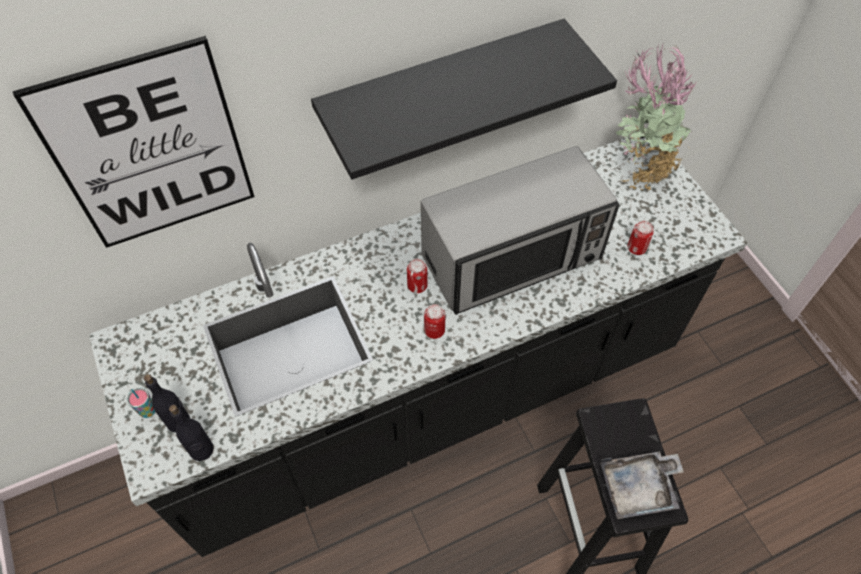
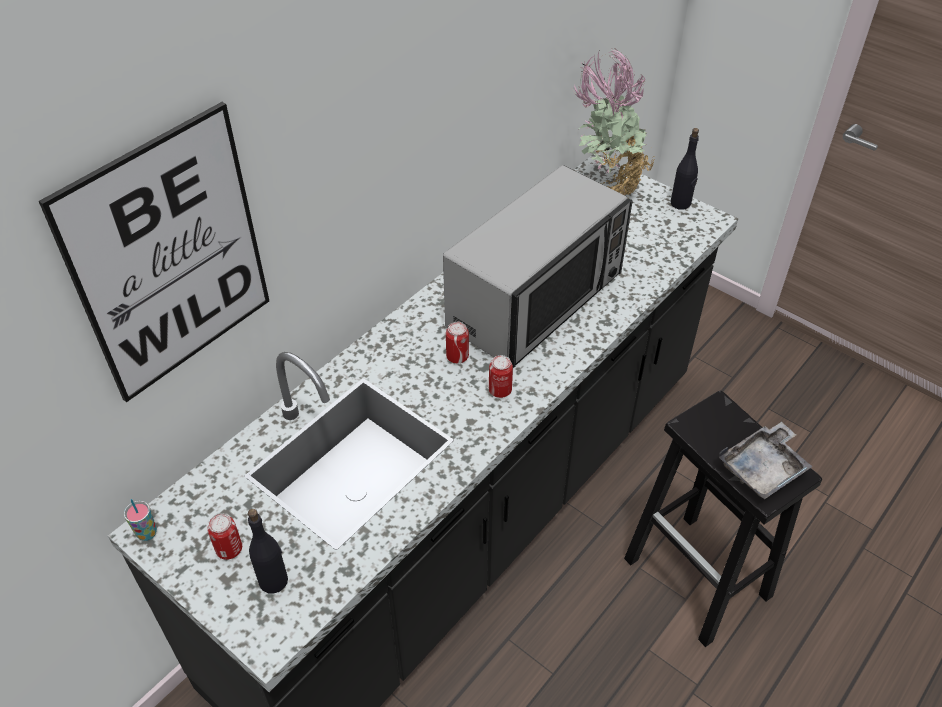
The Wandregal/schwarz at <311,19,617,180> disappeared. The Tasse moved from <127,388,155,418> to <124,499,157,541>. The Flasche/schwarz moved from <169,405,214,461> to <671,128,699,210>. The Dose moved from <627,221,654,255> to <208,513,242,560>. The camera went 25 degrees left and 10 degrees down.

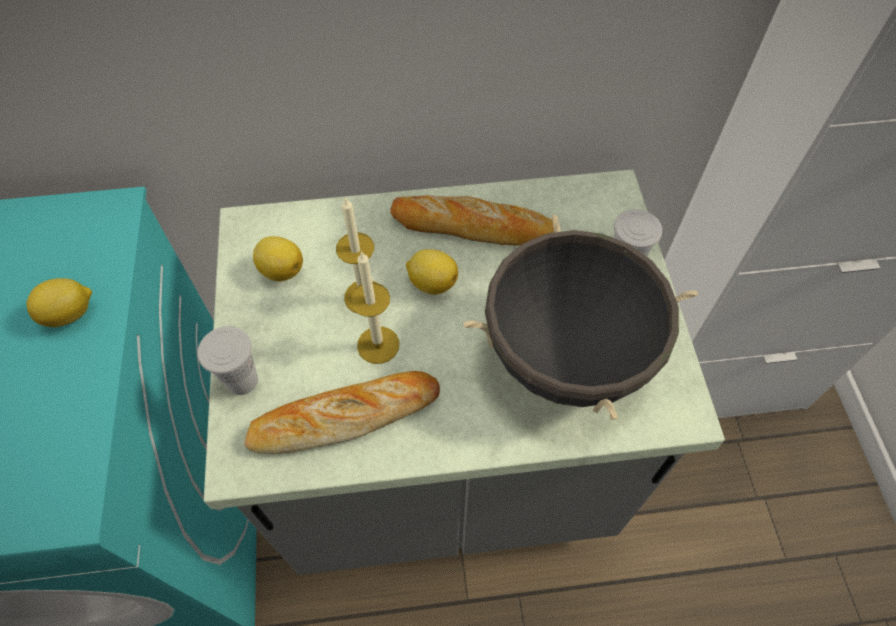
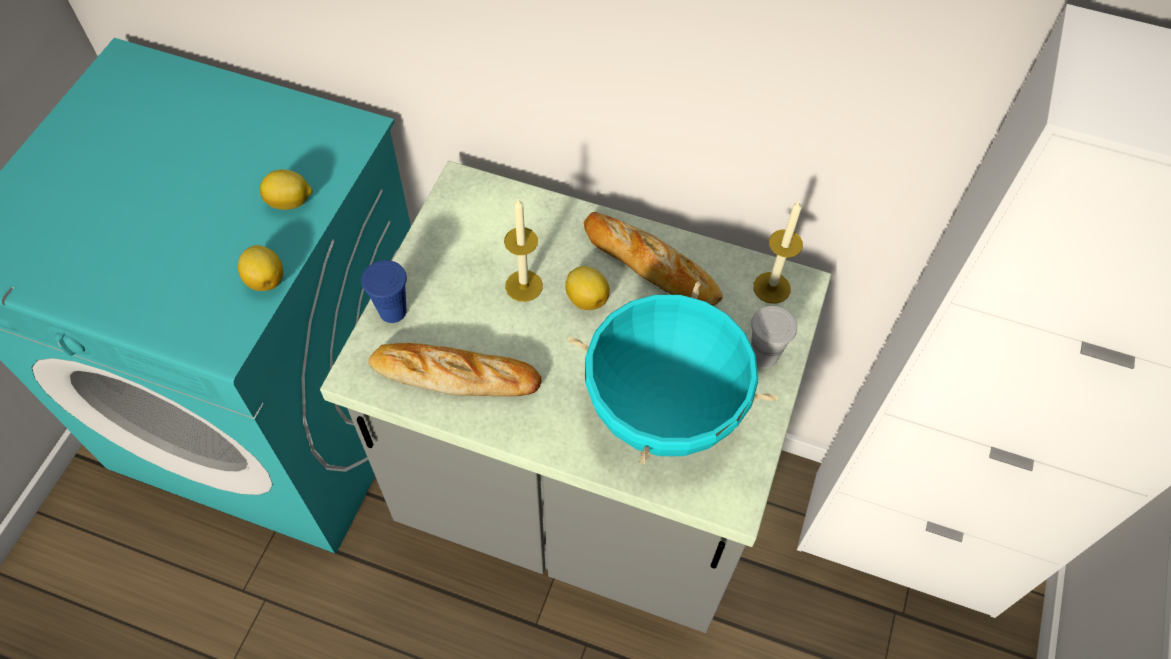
The Zitrone moved from <253,236,303,282> to <238,245,283,291>. The Kerze moved from <350,251,399,364> to <753,200,803,304>. The Tasse/weiß at <197,326,258,395> became the Tasse/blau at <361,260,407,323>. The Kochtopf/schwarz at <463,215,698,420> became the Kochtopf/türkis at <568,282,778,464>. The camera went 25 degrees right and 0 degrees up.

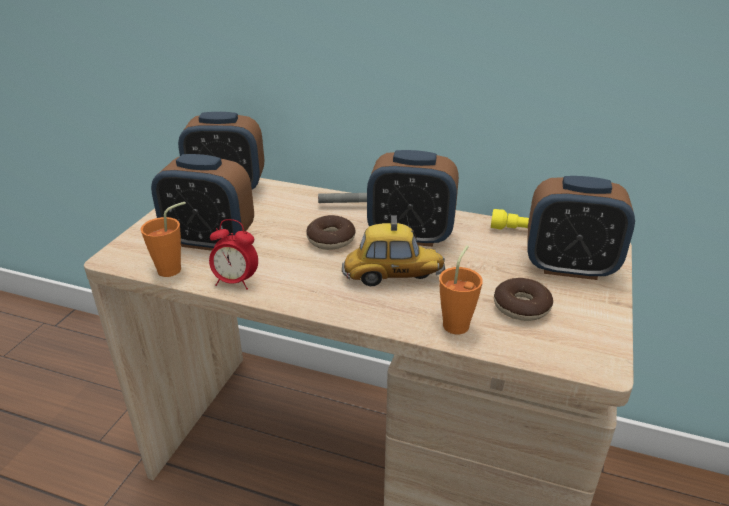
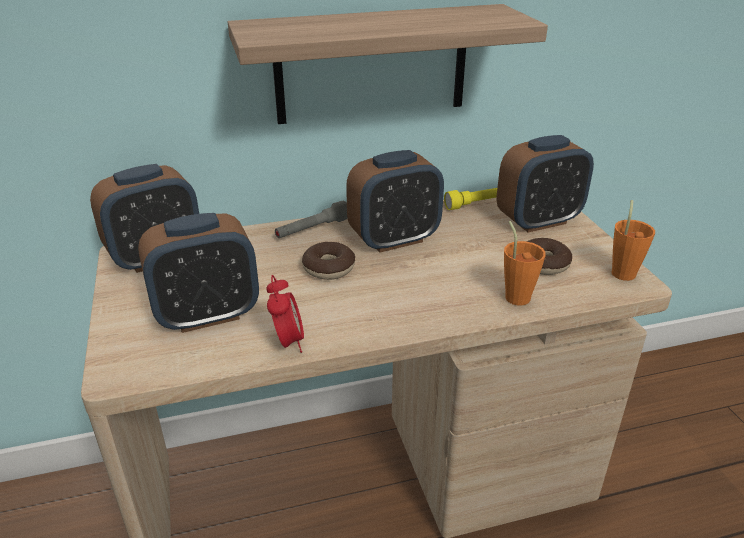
The Spielzeugauto at <342,214,445,286> disappeared. The Wandregal at <228,4,548,124> appeared. The Tasse/orange moved from <140,202,186,277> to <611,200,655,281>. The Wecker at <209,219,258,290> turned 75 degrees counterclockwise. The camera went 35 degrees left and 0 degrees up.

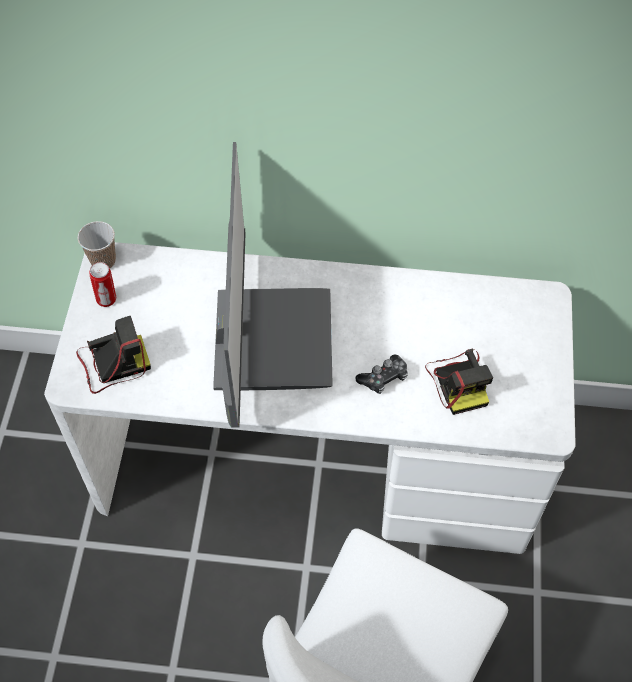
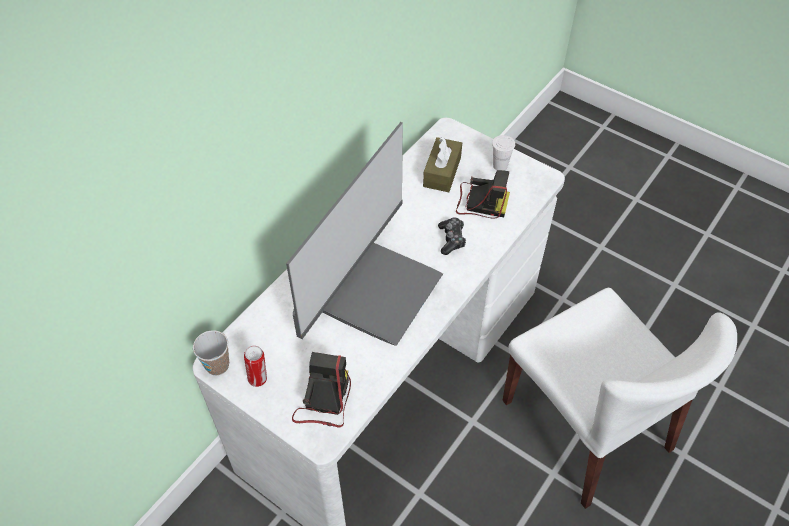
The Taschentuchbox/braun at <423,137,462,192> appeared. The Tasse/weiß at <492,135,515,171> appeared. The Monitor at <213,142,333,428> turned 90 degrees clockwise. The camera went 60 degrees left and 5 degrees down.

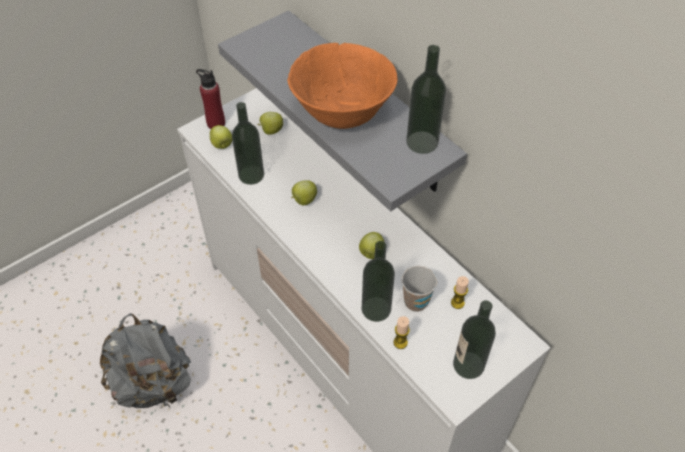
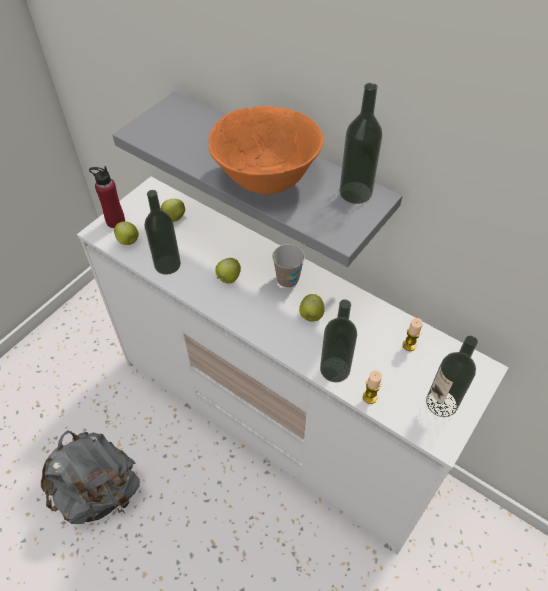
The Tasse moved from <402,266,437,312> to <272,244,305,288>. The camera went 15 degrees left and 0 degrees up.

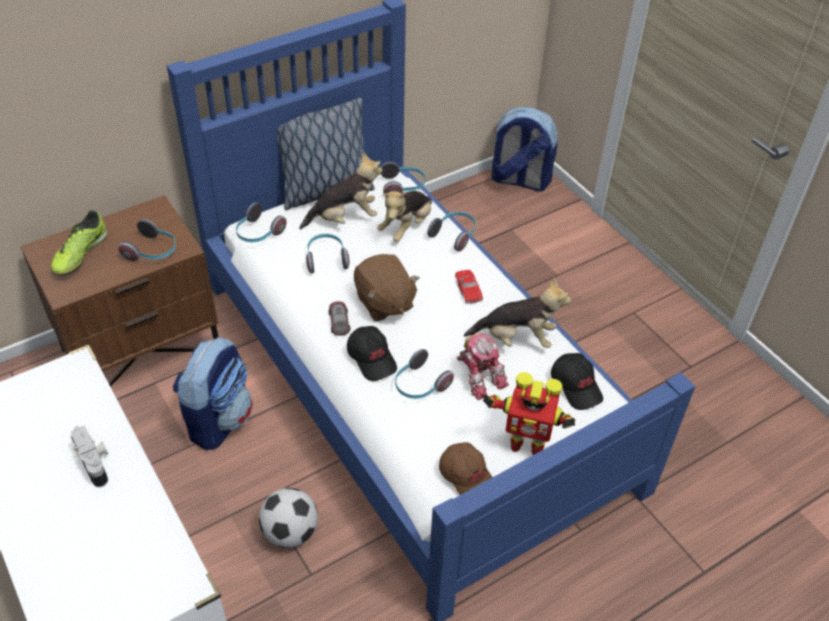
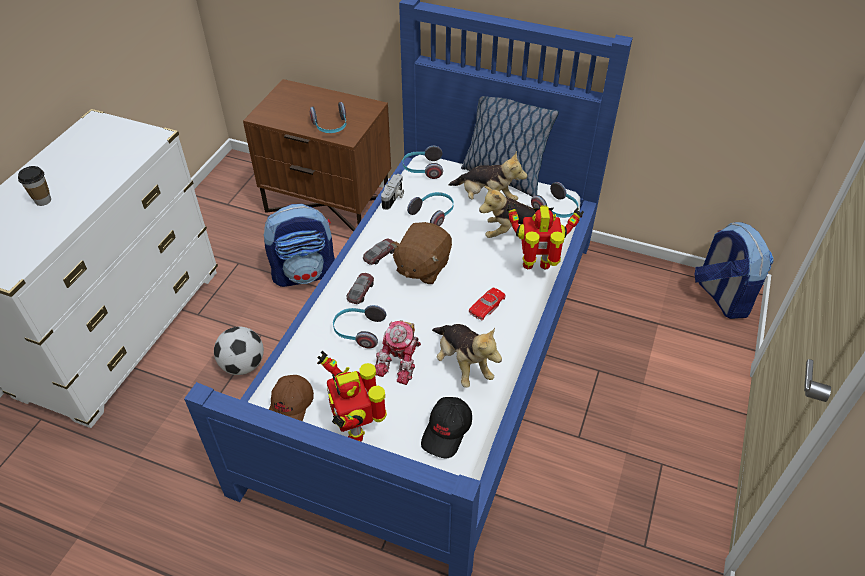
The Schuh at <51,210,108,276> disappeared. The Tasse at <18,166,51,206> appeared. The Kamera moved from <71,425,108,487> to <381,174,404,210>. The Kappe/schwarz at <347,326,397,381> was replaced by the Spielzeugauto at <347,273,374,304>. The Kopfhörer at <427,212,476,252> was replaced by the Spielzeugroboter at <507,203,584,269>. The camera went 55 degrees right and 0 degrees up.

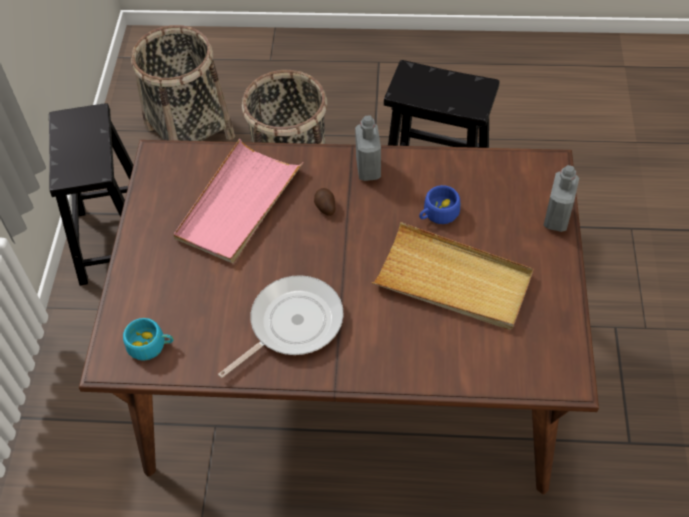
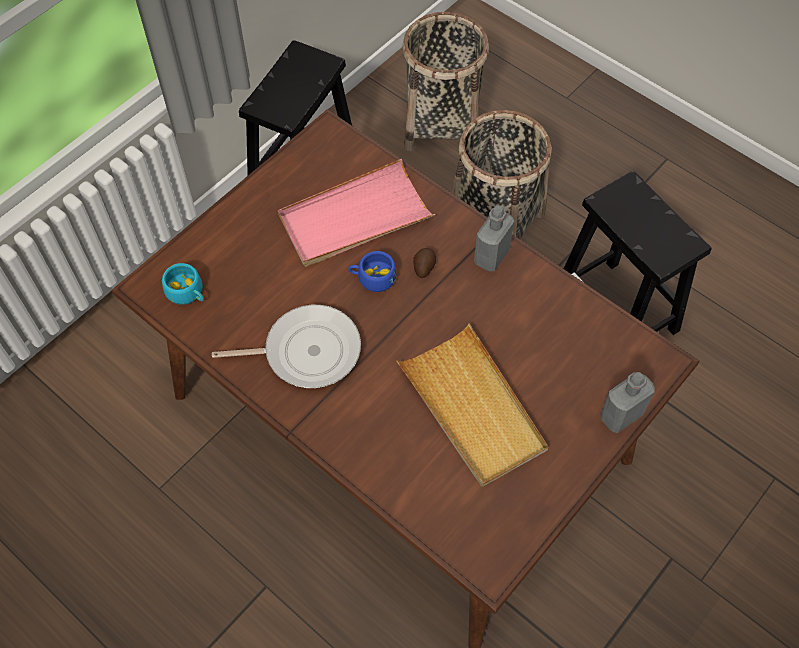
The Tasse/blau moved from <419,185,460,224> to <348,251,397,292>. The camera went 35 degrees right and 5 degrees up.

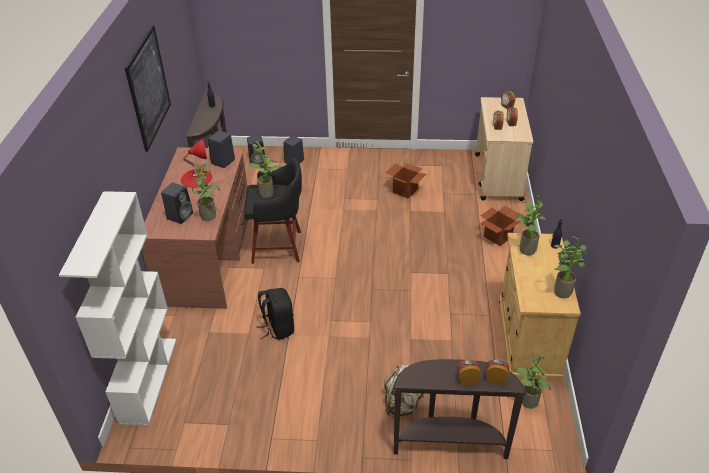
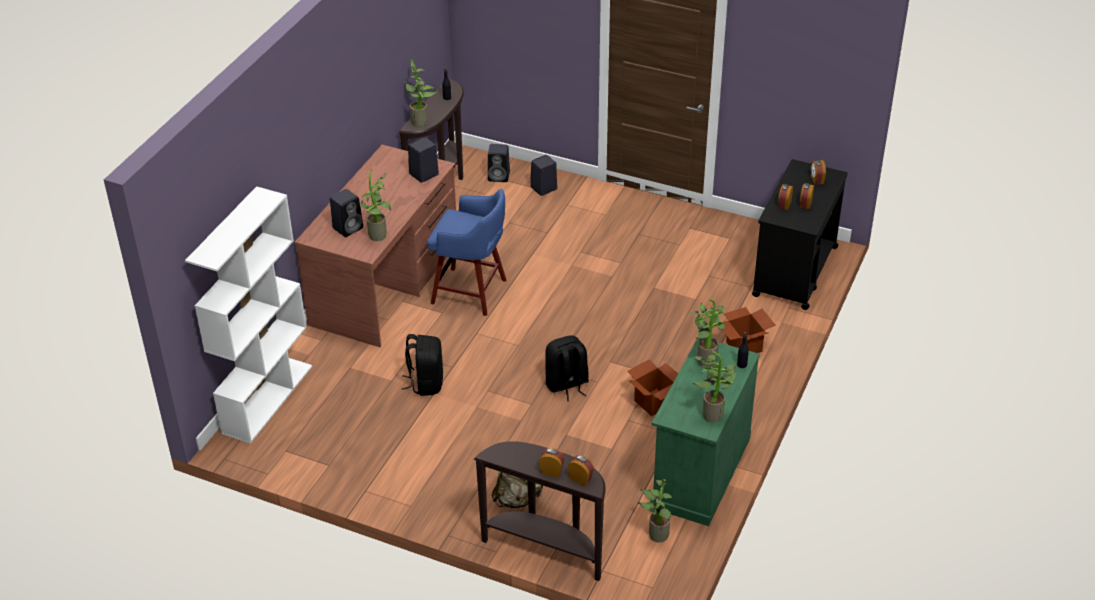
The Bild at <125,25,171,152> disappeared. The Tischlampe/rot at <181,139,212,188> disappeared. The Rucksack/schwarz at <545,336,589,402> appeared. The Topfpflanze moved from <249,140,282,198> to <405,60,438,127>. The Karton moved from <386,163,426,199> to <627,359,678,416>. The Hocker/schwarz at <244,158,302,264> became the Hocker/blau at <427,189,506,316>. The Rollwagen/beige at <475,97,533,201> became the Rollwagen/schwarz at <752,159,848,310>. The Schrank/beige at <499,233,581,382> became the Schrank/grün at <650,338,760,526>. The camera went 20 degrees right and 0 degrees up.

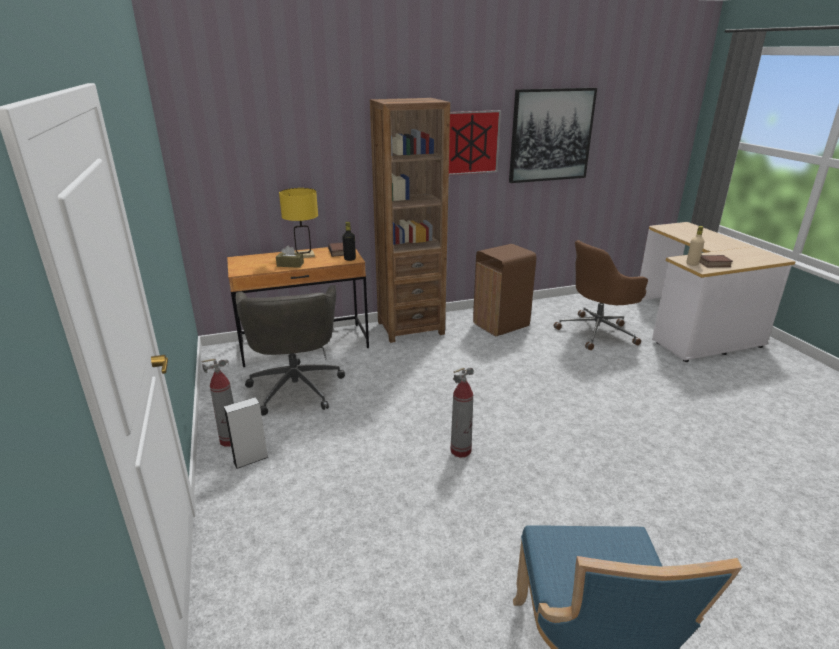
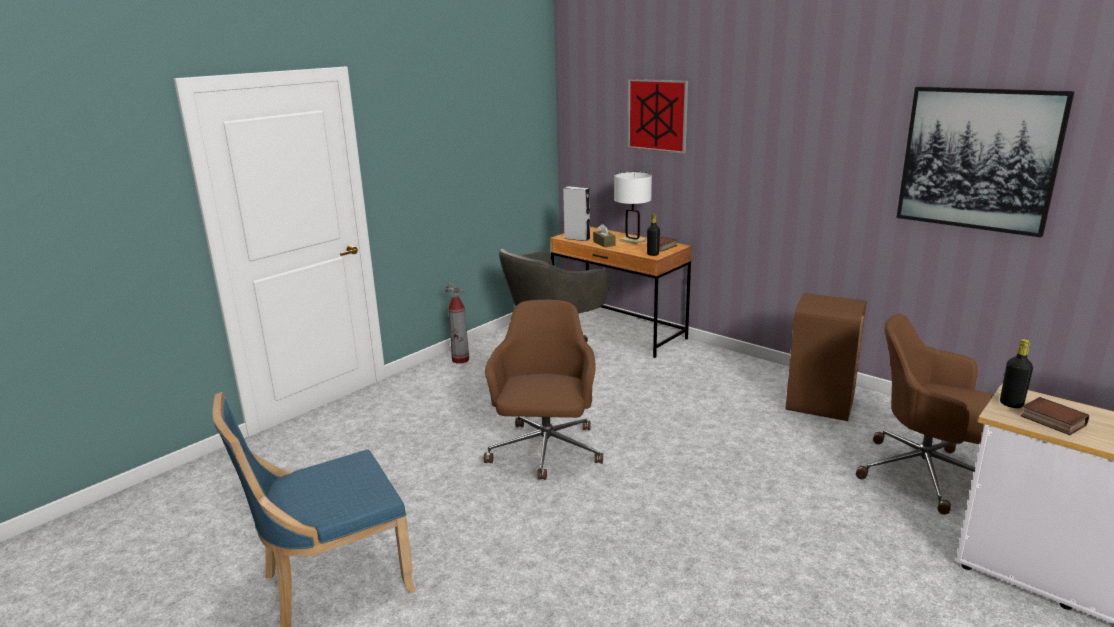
The Bücherregal/braun at <370,98,450,343> disappeared. The Lautsprecher/grau moved from <224,397,269,469> to <563,186,590,241>. The Bild moved from <449,110,501,175> to <628,79,688,153>. The Feuerlöscher at <450,368,474,458> was replaced by the Bürostuhl/braun at <484,300,603,480>. The Tischlampe/gelb at <279,188,318,258> became the Tischlampe/weiß at <614,172,652,244>. The Flasche/beige at <686,226,704,266> became the Flasche/schwarz at <1000,339,1033,408>. The camera went 60 degrees right and 5 degrees down.

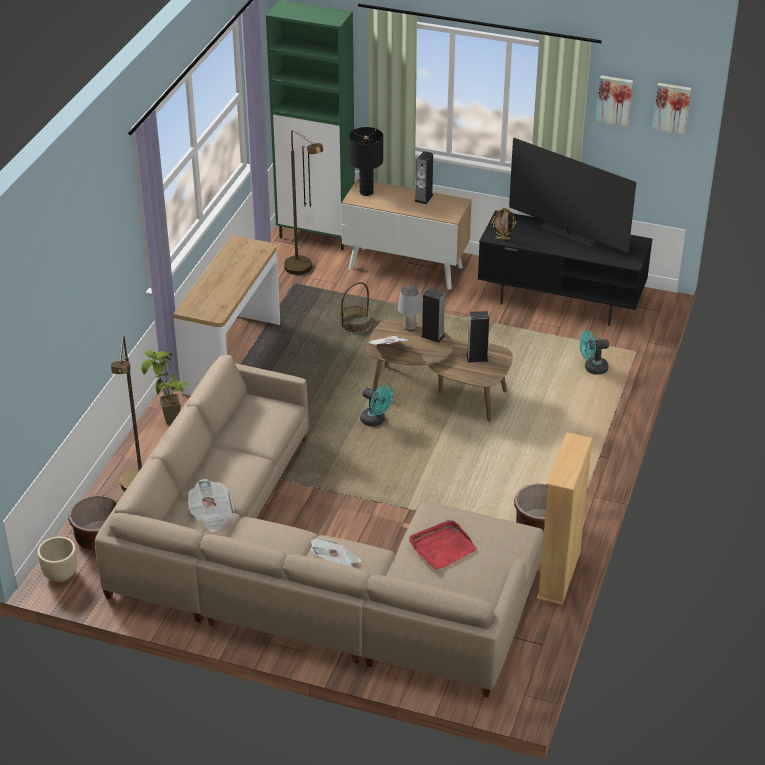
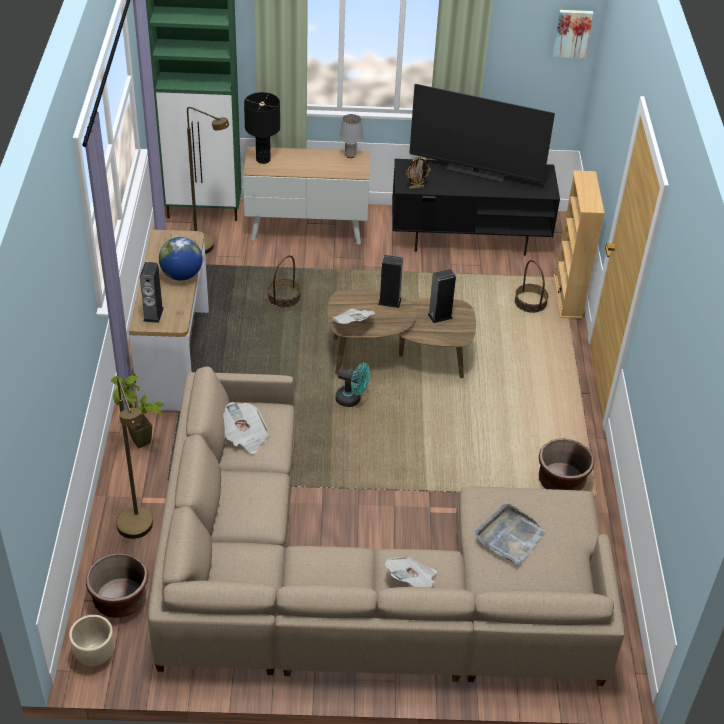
The Bild at <596,75,633,126> disappeared. The Globus at <159,237,203,281> appeared. The Zeitung moved from <188,479,234,532> to <223,402,269,454>. The Tischlampe/grau moved from <398,285,423,331> to <339,114,363,158>. The Lautsprecher moved from <414,151,433,204> to <140,262,164,323>. The Bücherregal/beige moved from <537,432,593,605> to <554,170,605,319>. The Ventilator/türkis at <580,330,609,375> was replaced by the Korb at <515,260,548,313>. The Tablett/rot at <409,520,477,570> became the Tablett/grau at <475,504,546,565>. The camera went 20 degrees left and 5 degrees up.

